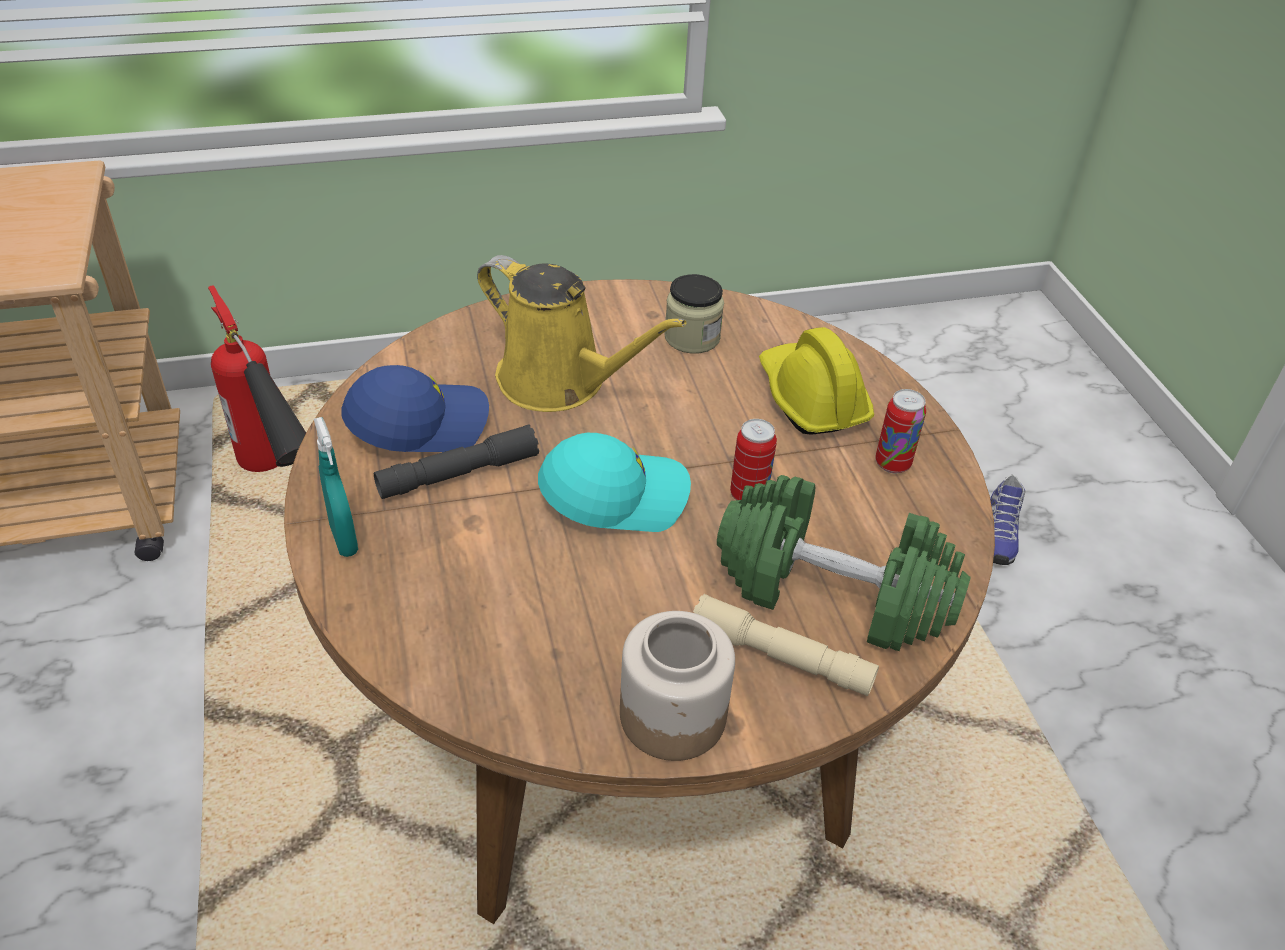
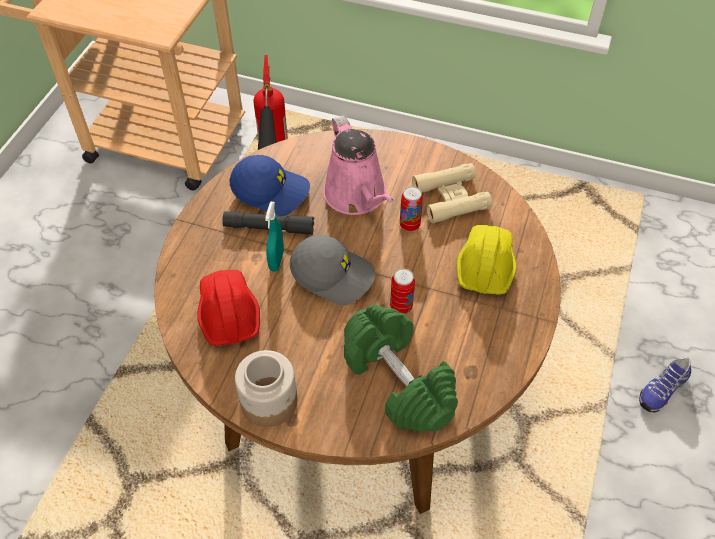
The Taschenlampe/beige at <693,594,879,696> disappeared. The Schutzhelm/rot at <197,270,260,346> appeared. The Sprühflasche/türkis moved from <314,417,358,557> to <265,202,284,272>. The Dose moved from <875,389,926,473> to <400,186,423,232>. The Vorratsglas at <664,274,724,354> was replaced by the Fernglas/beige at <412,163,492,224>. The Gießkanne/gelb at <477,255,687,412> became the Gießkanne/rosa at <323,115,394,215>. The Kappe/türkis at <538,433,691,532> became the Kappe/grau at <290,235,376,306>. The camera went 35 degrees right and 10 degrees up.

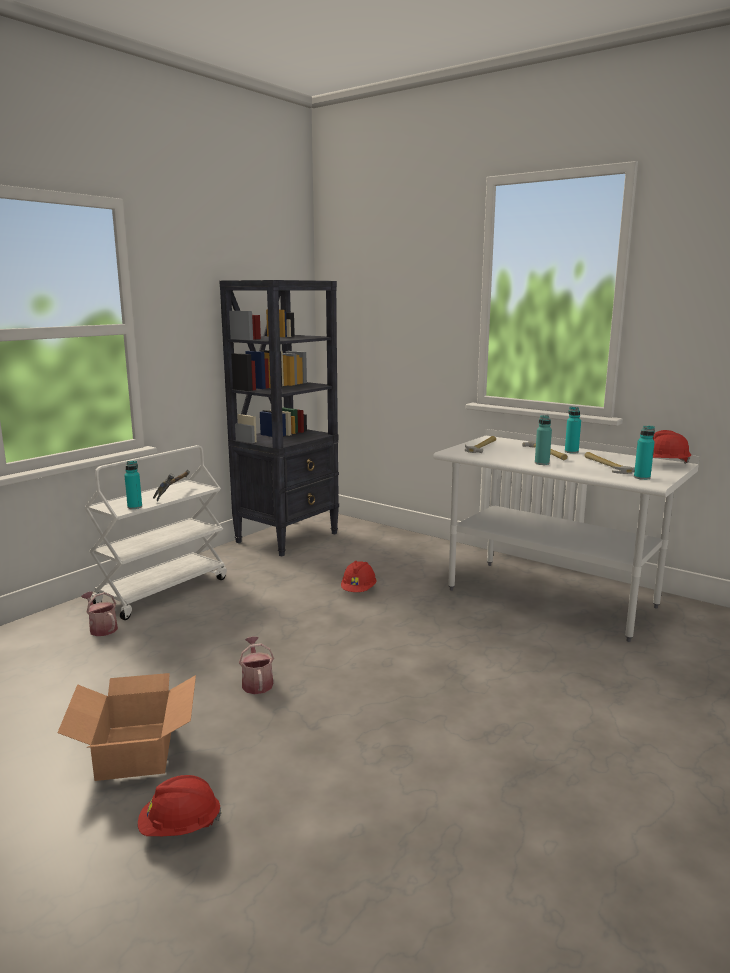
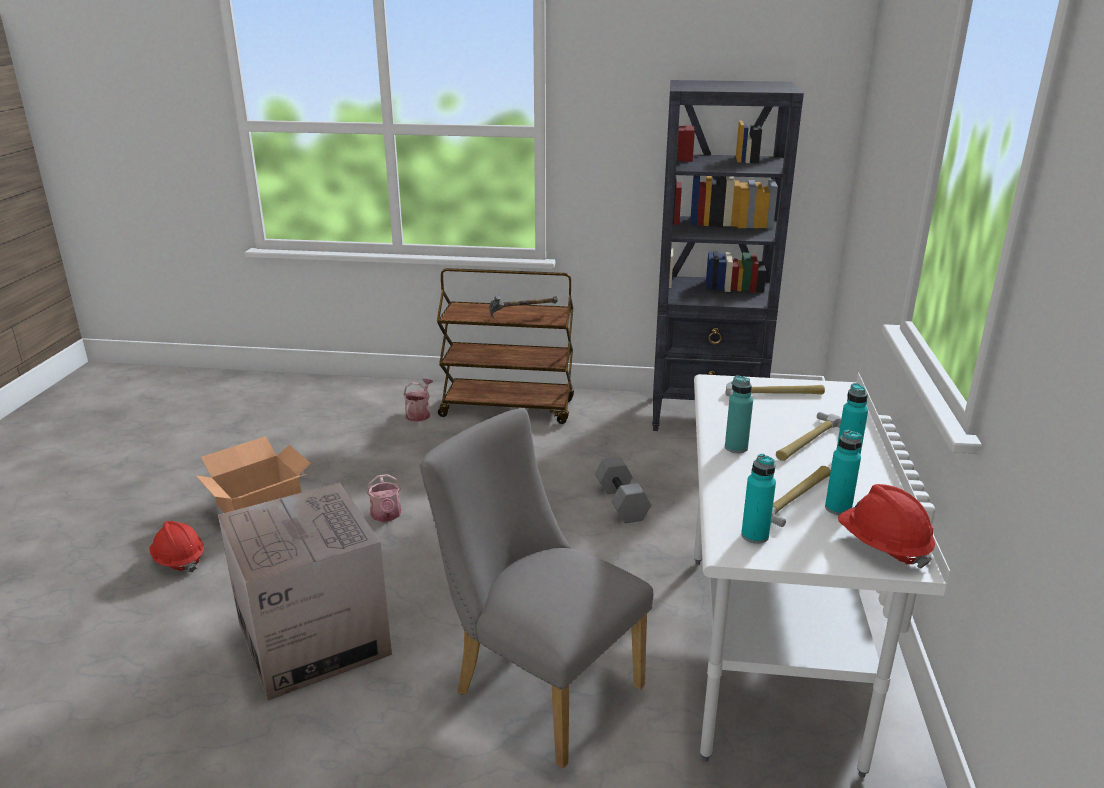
The Karton at <218,482,392,700> appeared. The Stuhl/grau at <420,409,653,768> appeared. The Flasche/türkis moved from <124,461,142,509> to <825,430,862,515>. The Schutzhelm/rot at <341,561,376,592> was replaced by the Hantel/grau at <595,457,651,523>. The Rollwagen/weiß at <84,445,227,620> became the Rollwagen/braun at <437,268,574,424>. The Gießkanne at <239,636,274,694> turned 120 degrees clockwise. The camera went 60 degrees right and 10 degrees up.

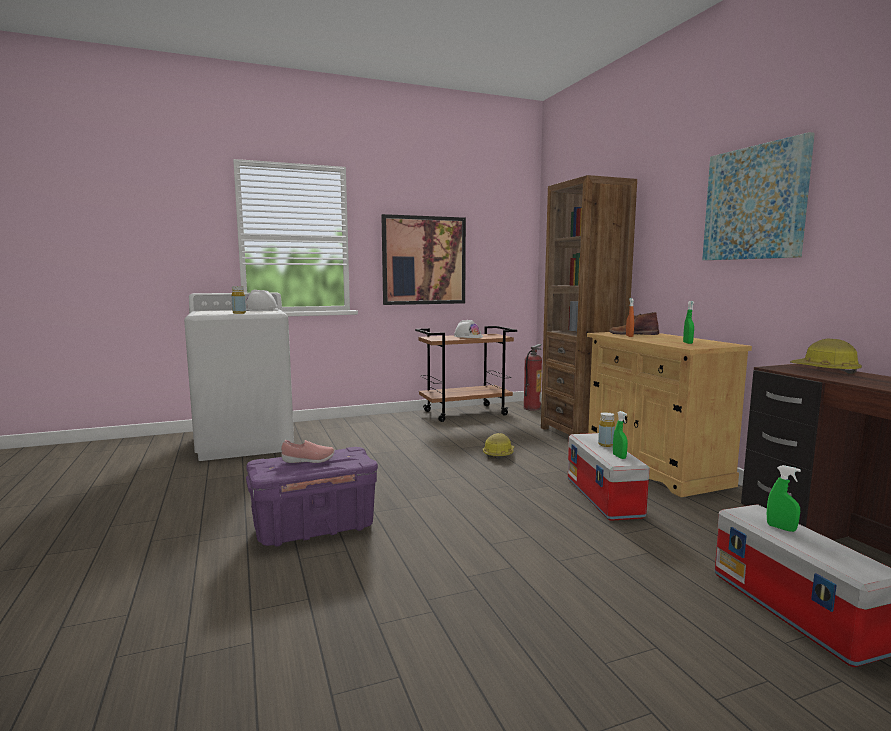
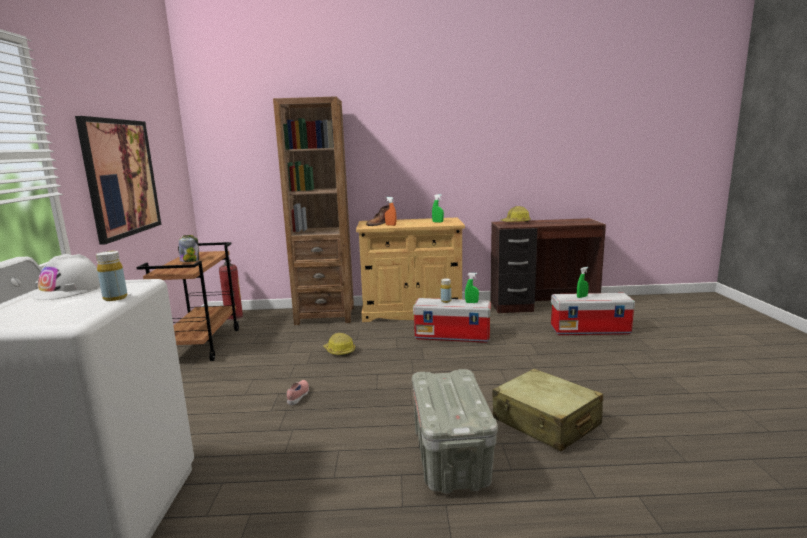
The Bild at <702,132,815,260> disappeared. The Koffer/beige at <492,369,603,452> appeared. The Schuh/rosa moved from <281,440,335,463> to <287,380,309,405>. The Schutzhelm/weiß at <454,320,483,338> was replaced by the Vorratsglas at <179,235,199,262>. The Aufbewahrungsbox/lila at <246,447,378,547> became the Aufbewahrungsbox/grau at <412,369,498,494>. The camera went 70 degrees left and 5 degrees up.

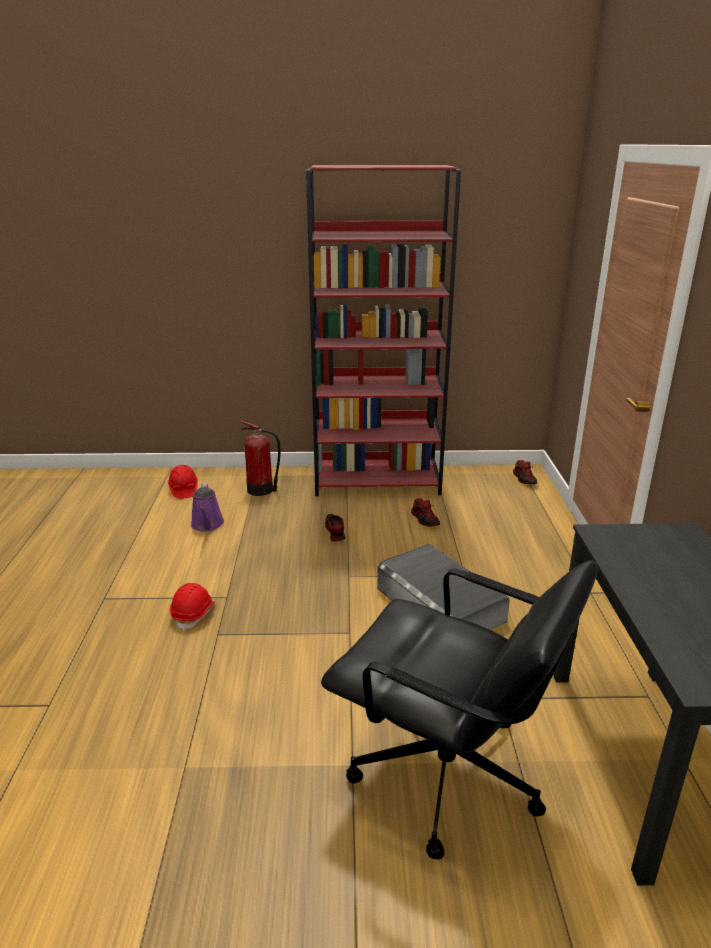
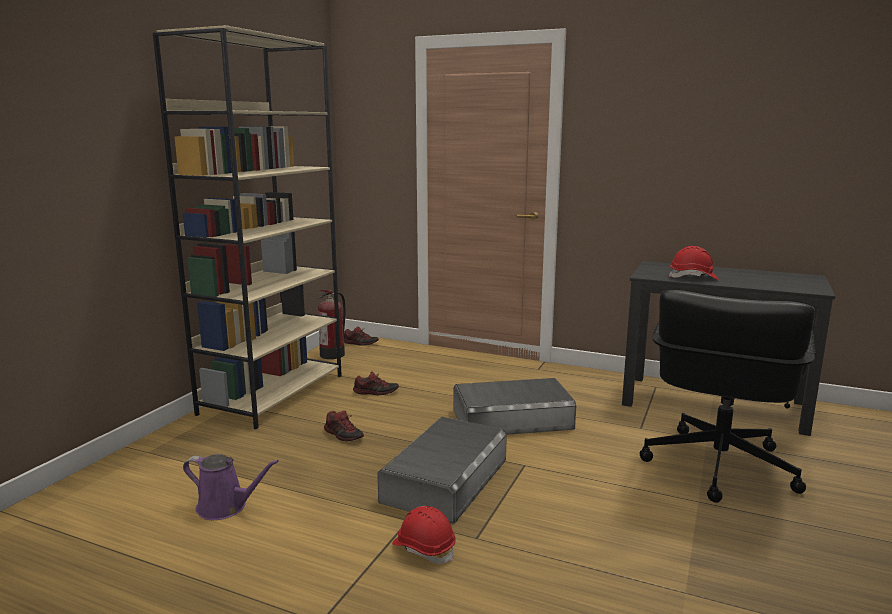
The Aufbewahrungsbox/grau at <377,417,507,524> appeared. The Schutzhelm/rot moved from <168,465,198,499> to <669,246,719,280>. The Feuerlöscher moved from <239,421,281,496> to <318,289,346,359>. The Bücherregal/rot at <306,165,461,496> became the Bücherregal/beige at <153,25,342,429>. The Bürostuhl/schwarz at <321,560,597,860> turned 150 degrees clockwise. The Schuh at <325,514,345,542> turned 150 degrees counterclockwise. The camera went 65 degrees left and 10 degrees down.

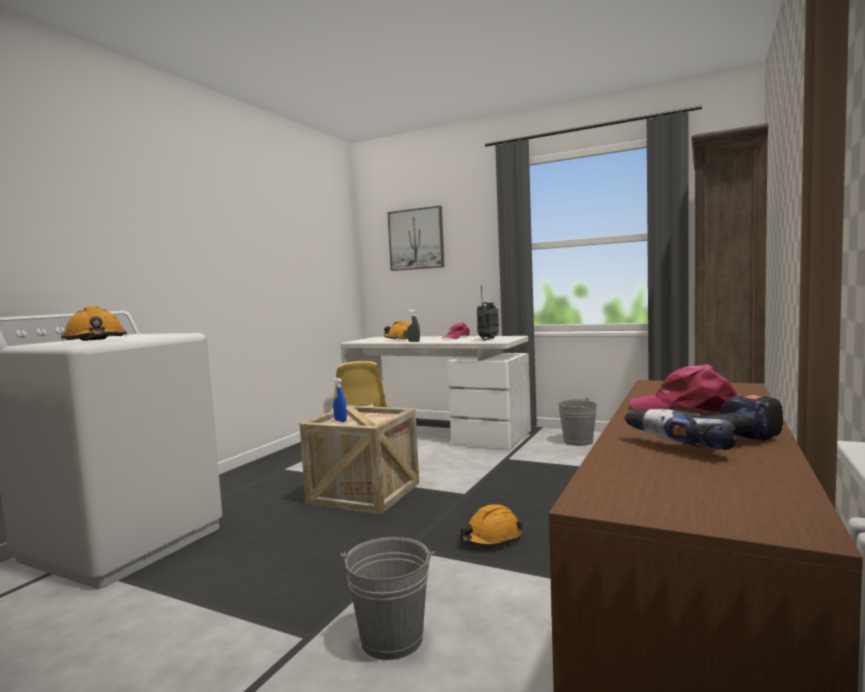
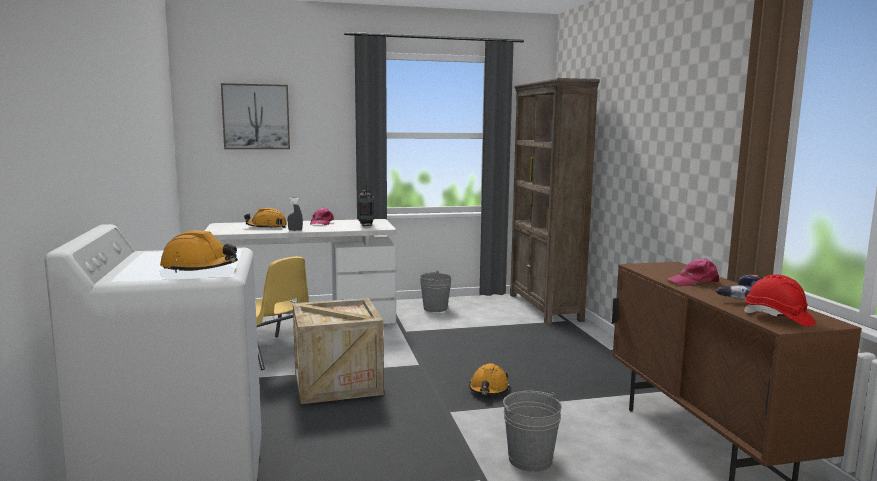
The Sprühflasche/blau at <333,378,347,422> disappeared. The Schutzhelm/rot at <744,274,816,327> appeared. The camera went 40 degrees left and 5 degrees up.

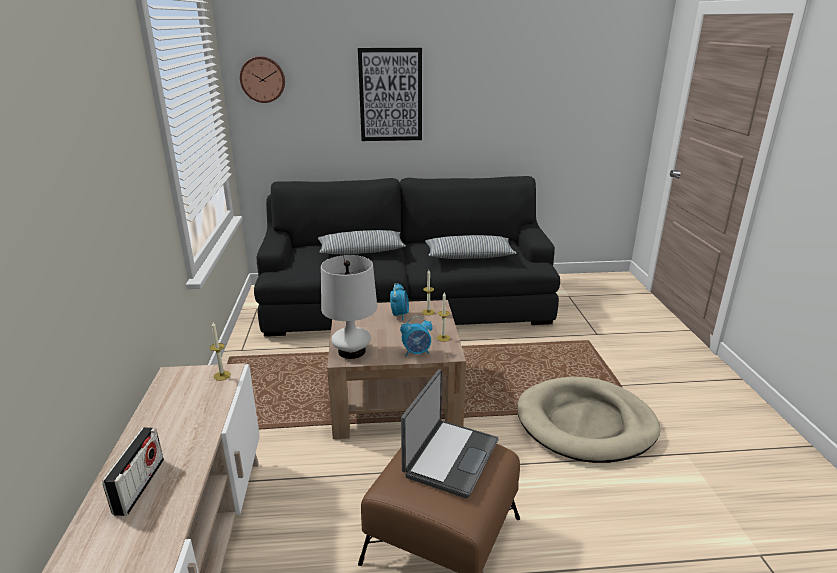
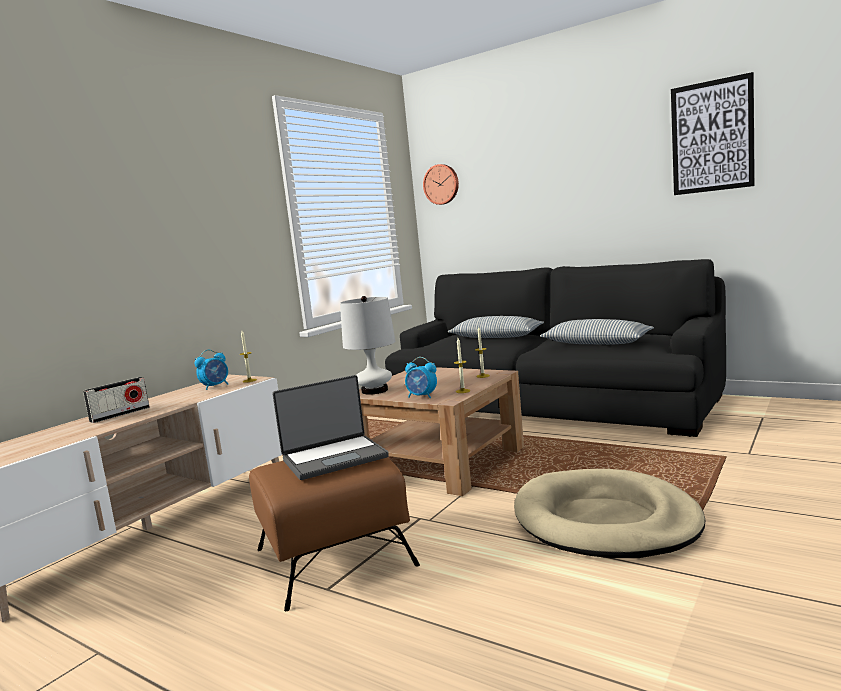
The Bild moved from <358,48,422,141> to <671,72,755,195>. The Wecker moved from <390,283,409,320> to <195,350,228,390>. The camera went 40 degrees right and 15 degrees down.

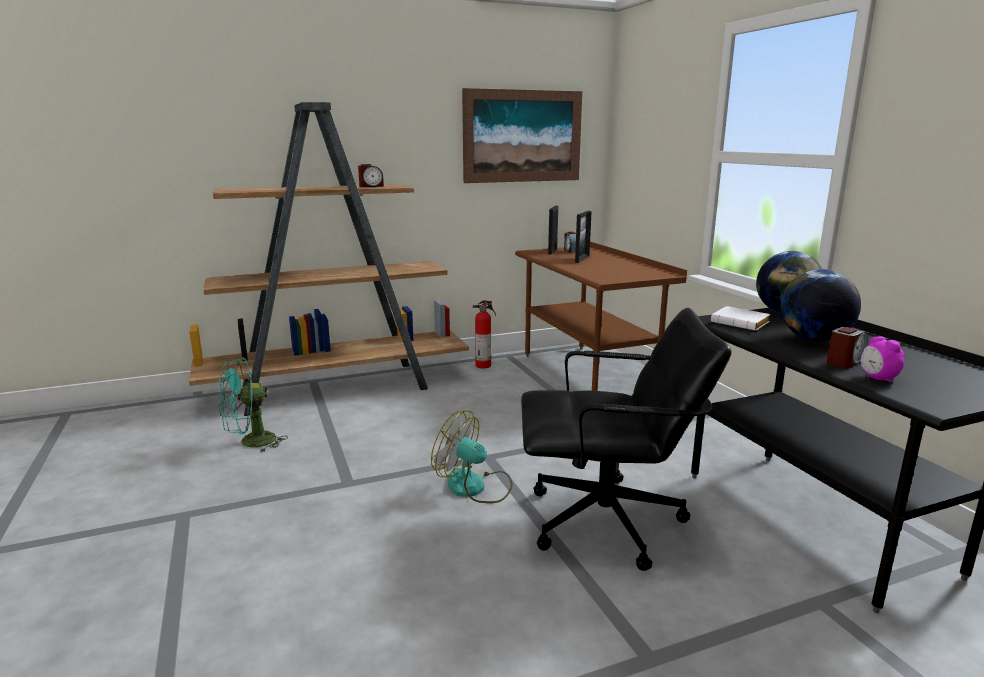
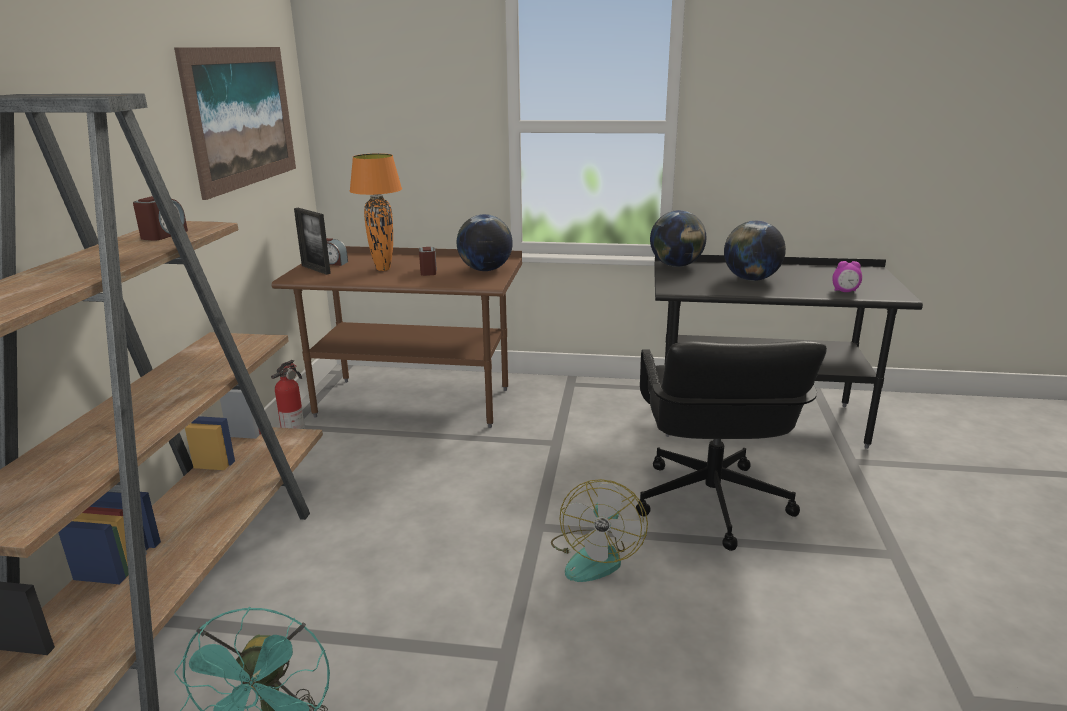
The Buch/weiß at <711,306,770,331> disappeared. The Globus at <457,214,513,271> appeared. The Wecker moved from <827,327,868,369> to <419,247,437,276>. The Bilderrahmen at <575,211,592,263> was replaced by the Tischlampe/orange at <349,153,402,271>. The Ventilator at <431,410,513,503> turned 45 degrees counterclockwise. The Bürostuhl/schwarz at <521,308,731,571> turned 150 degrees clockwise. The camera went 60 degrees left and 5 degrees up.

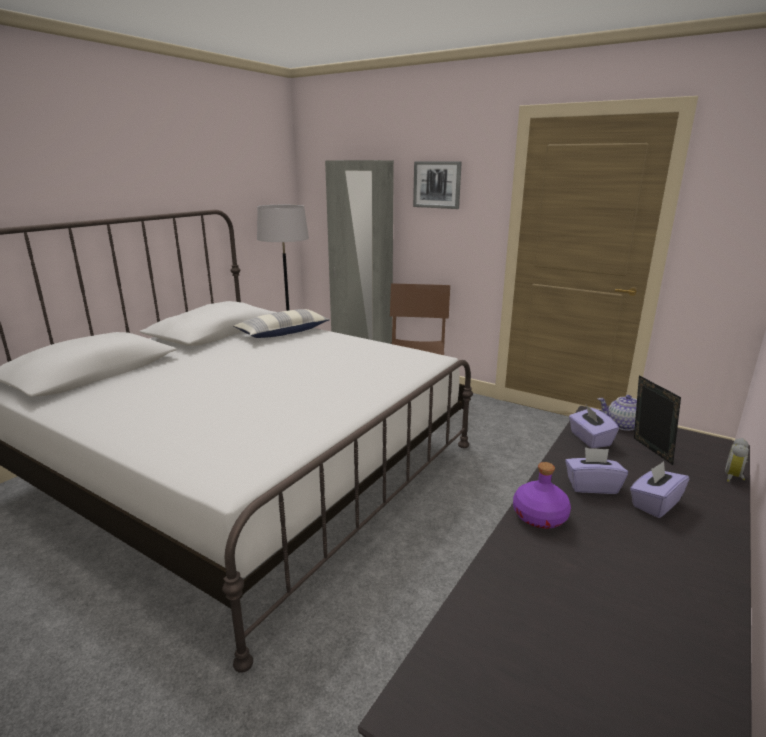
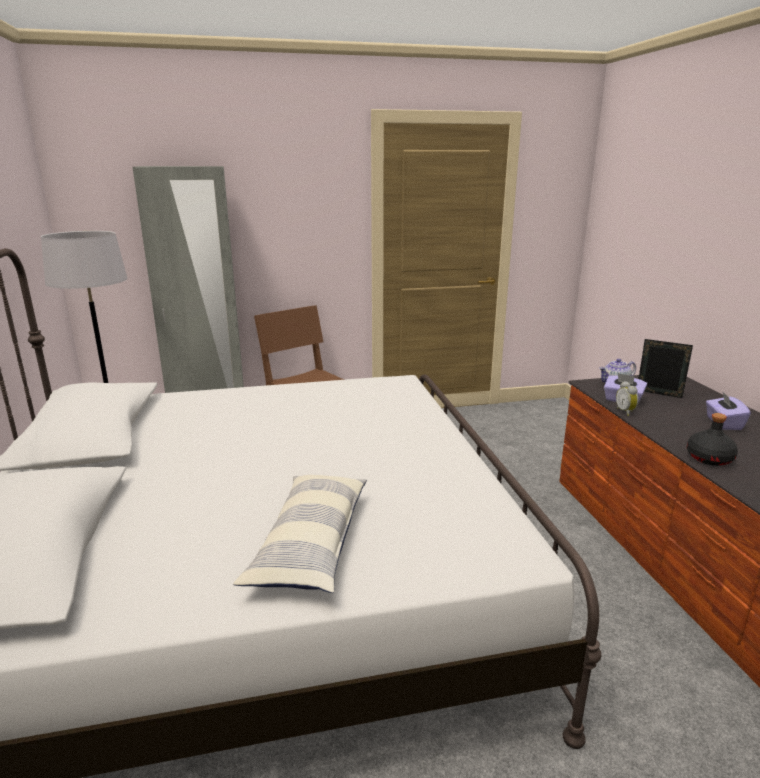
The Bild at <413,161,462,209> disappeared. The Taschentuchbox/lila at <565,447,628,494> disappeared. The Kissen moved from <233,309,330,338> to <233,475,367,593>. The Wecker moved from <725,438,749,482> to <616,381,638,416>. The Flasche/lila at <513,462,571,528> became the Flasche/schwarz at <687,413,738,466>. The camera went 45 degrees left and 0 degrees up.

